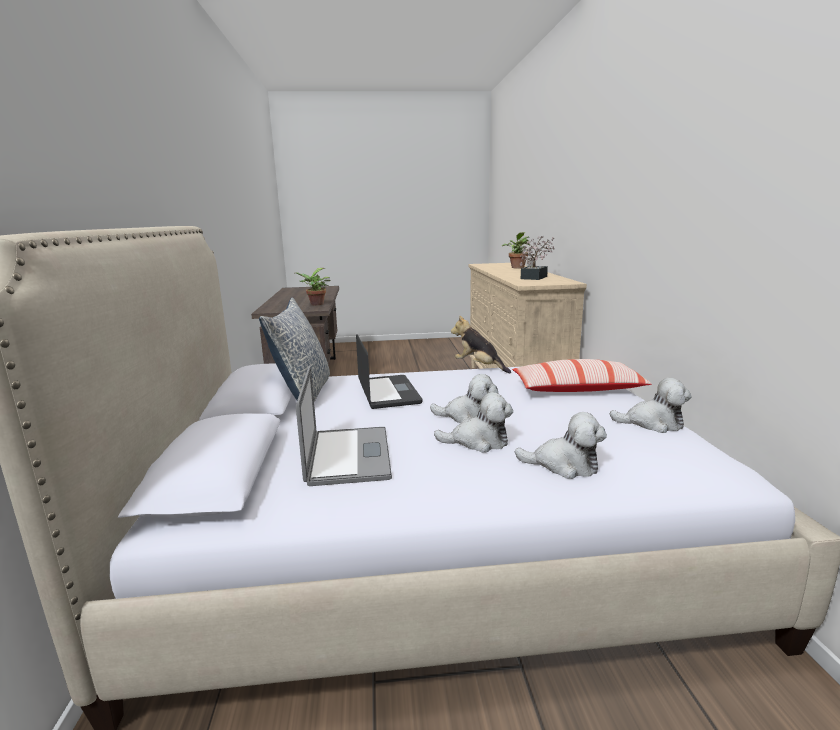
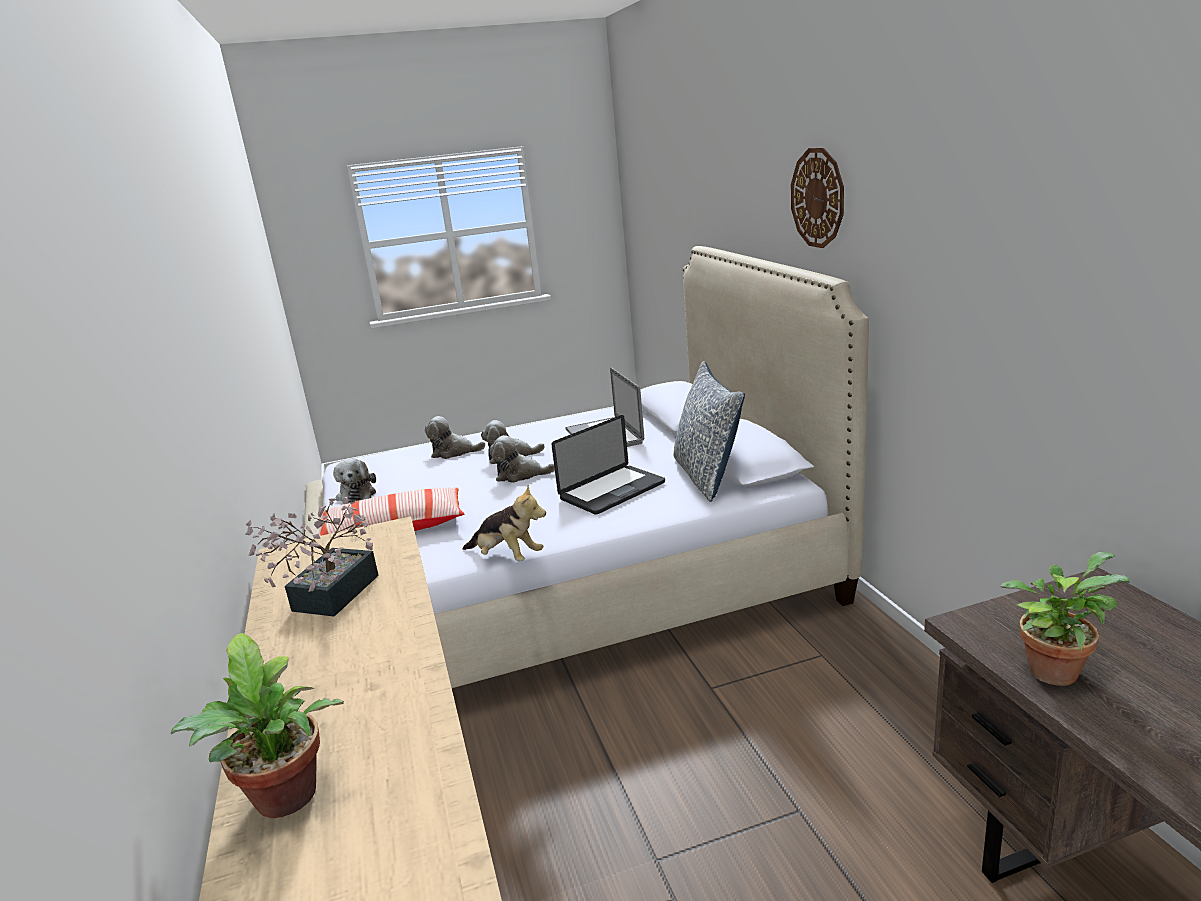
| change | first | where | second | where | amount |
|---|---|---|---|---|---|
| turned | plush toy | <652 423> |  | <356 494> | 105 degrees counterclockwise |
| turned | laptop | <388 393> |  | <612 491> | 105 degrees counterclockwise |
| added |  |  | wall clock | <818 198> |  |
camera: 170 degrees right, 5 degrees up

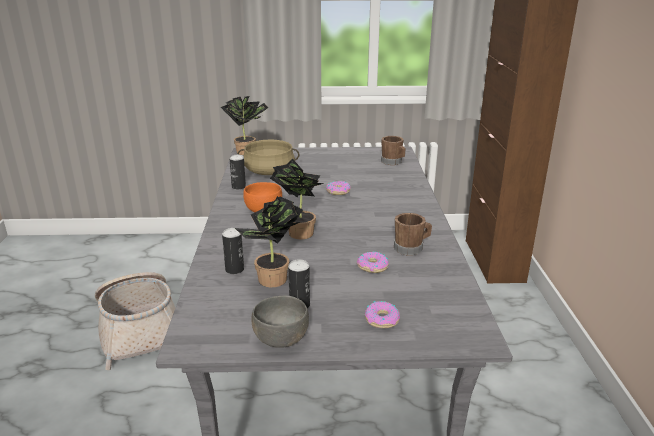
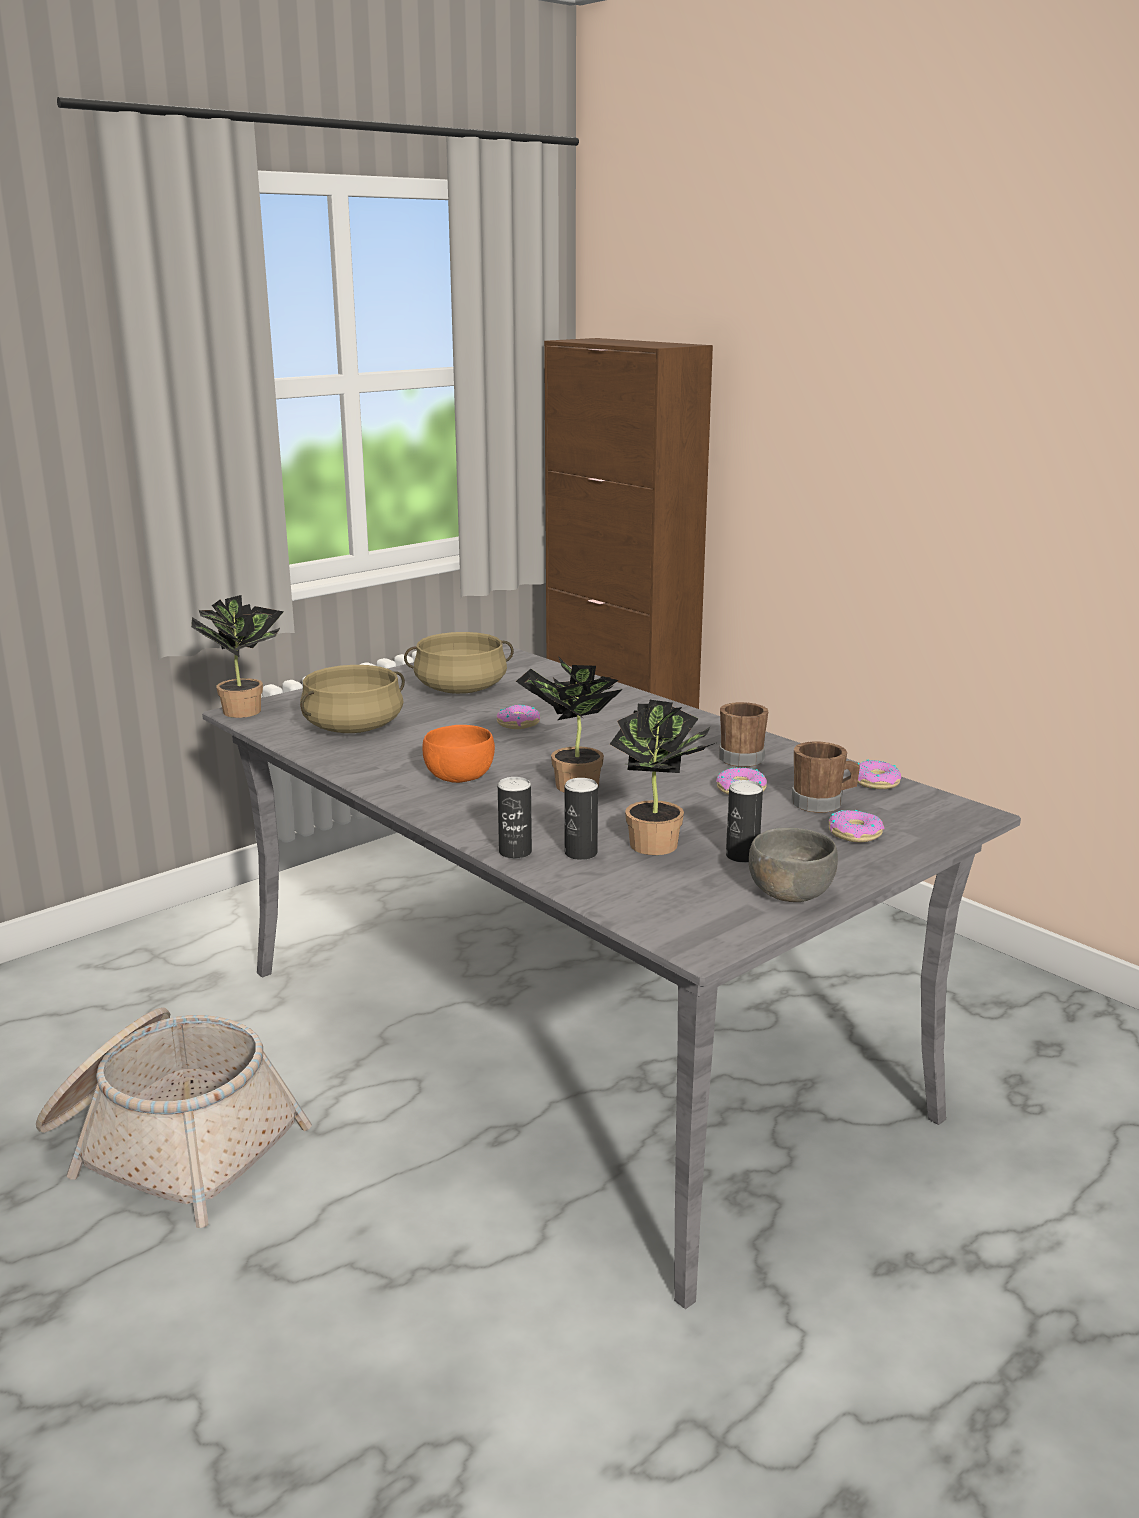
| change | first | where | second | where | amount |
|---|---|---|---|---|---|
| added |  |  | cooking pot (beige) | <461 689> |  |
| moved | can | <238 187> |  | <515 852> |  |
| moved | mug (brown) | <393 162> |  | <822 804> |  |
| added |  |  | donut | <876 782> |  |
camera: 40 degrees left, 5 degrees down

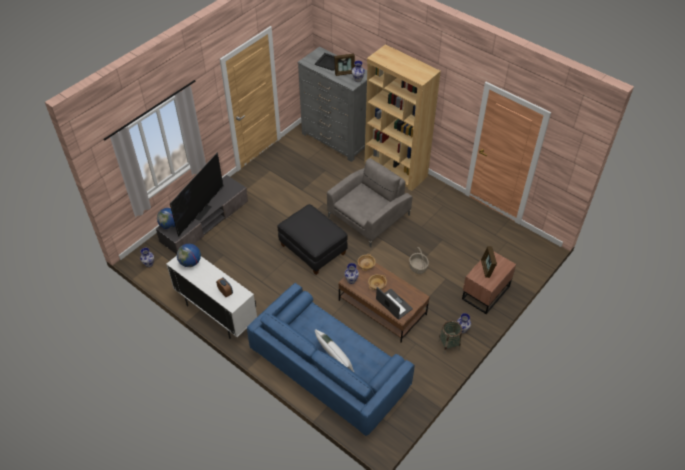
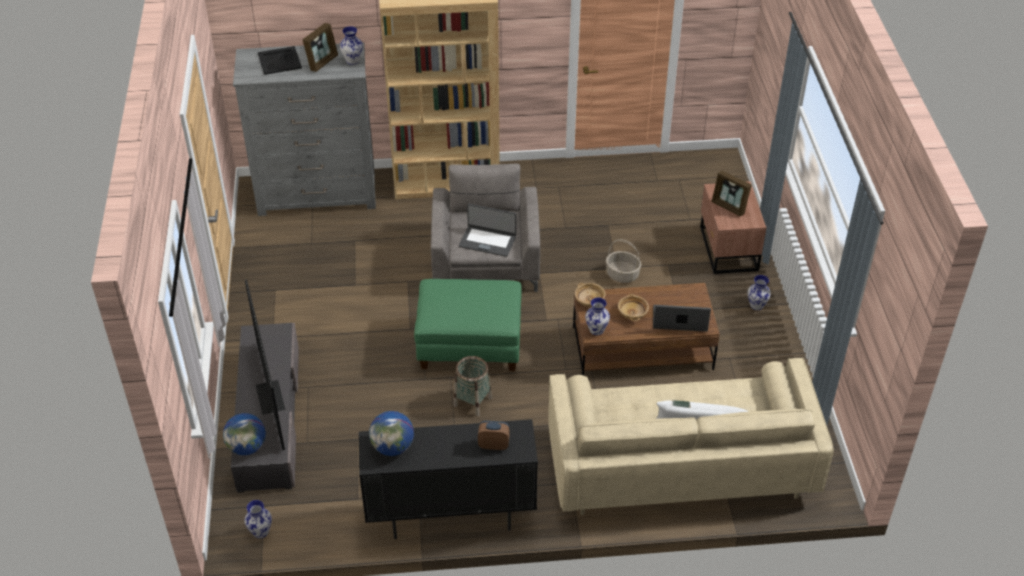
| change | first | where | second | where | amount |
|---|---|---|---|---|---|
| recoloured | cabinet (white) | <217 314> | cabinet (black) | <450 515> |  |
| recoloured | ottoman (black) | <312 250> | ottoman (green) | <469 345> |  |
| moved | basket | <449 345> |  | <473 401> |  |
| added |  |  | laptop | <487 241> |  |
| recoloured | sofa (blue) | <330 371> | sofa (beige) | <680 465> |  |
camera: 45 degrees left, 5 degrees down

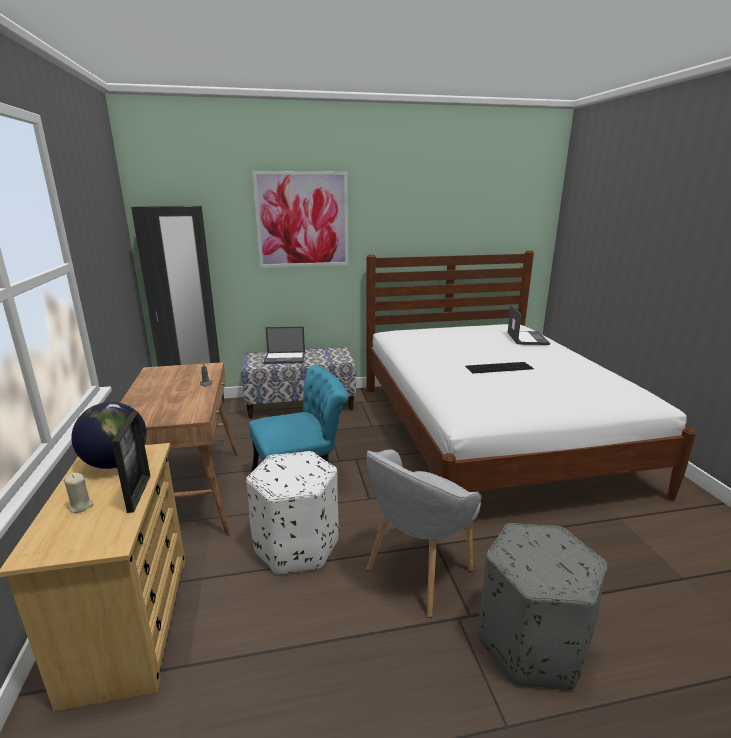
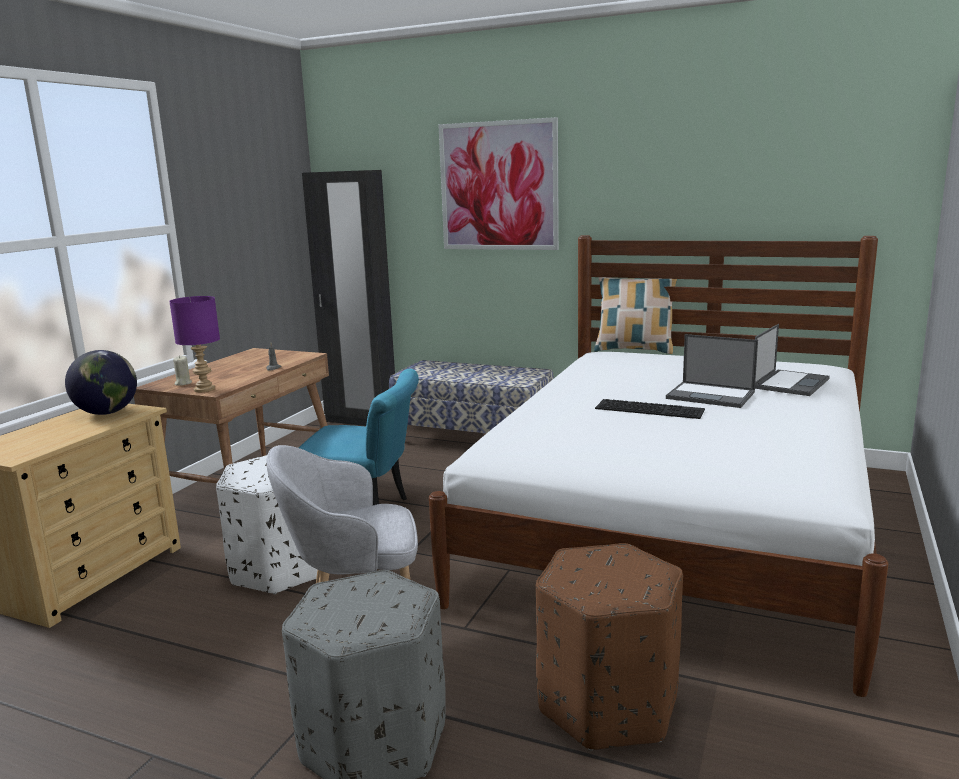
| change | first | where | second | where | amount |
|---|---|---|---|---|---|
| added |  |  | table lamp (purple) | <204 389> |  |
| moved | candle (beige) | <80 506> |  | <183 383> |  |
| added |  |  | ottoman (brown) | <609 704> |  |
| added |  |  | pillow | <634 350> |  |
| moved | laptop | <285 358> |  | <711 395> |  |
| removed | picture frame | <139 493> |  |  |  |
camera: 35 degrees right, 5 degrees down

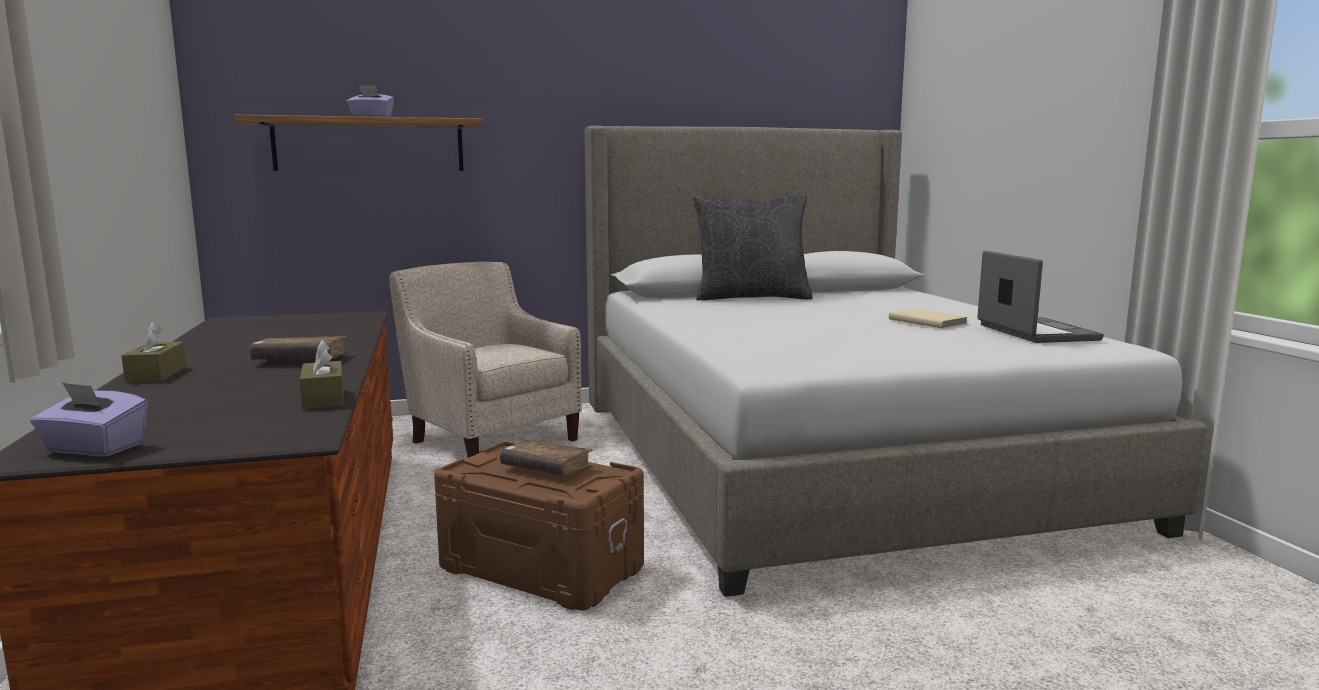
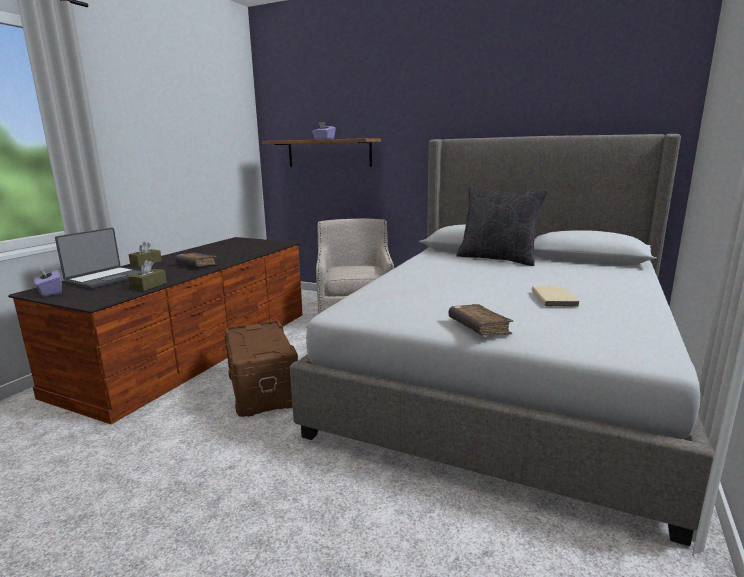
| change | first | where | second | where | amount |
|---|---|---|---|---|---|
| moved | laptop | <1034 332> |  | <105 279> |  |
| moved | book (brown) | <546 469> |  | <478 328> |  |
camera: 40 degrees right, 5 degrees up

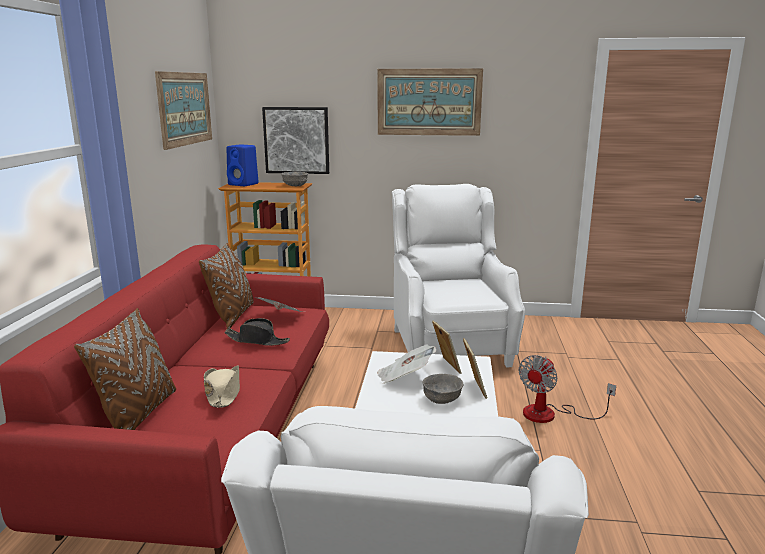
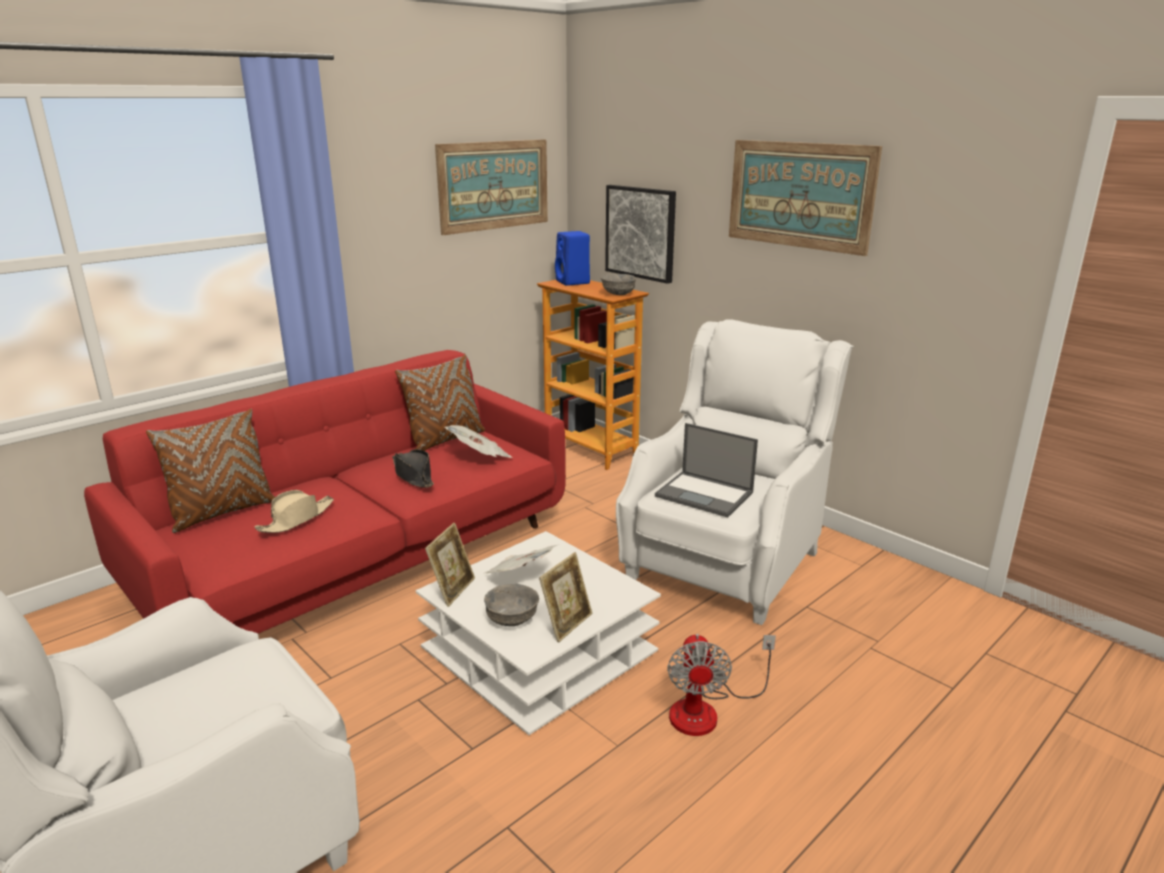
| change | first | where | second | where | amount |
|---|---|---|---|---|---|
| moved | picture frame | <445 366> |  | <453 590> |  |
| added |  |  | laptop | <705 494> |  |
| turned | fan | <550 414> |  | <706 710> | 75 degrees counterclockwise |
camera: 40 degrees right, 5 degrees up

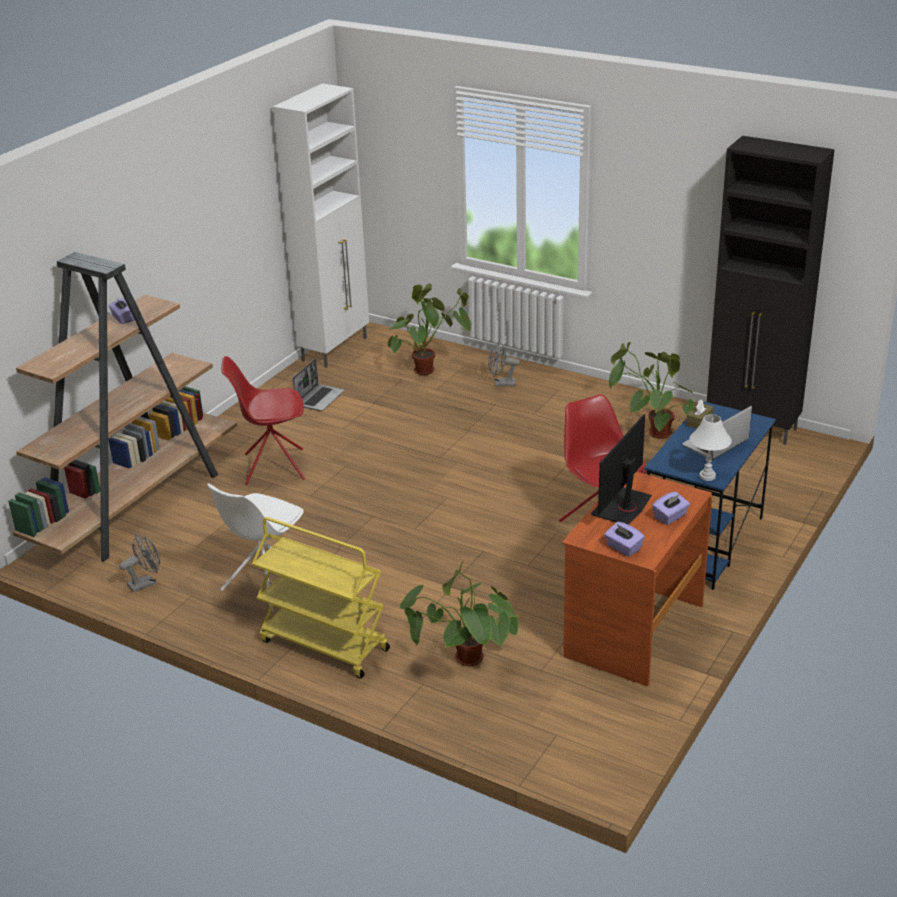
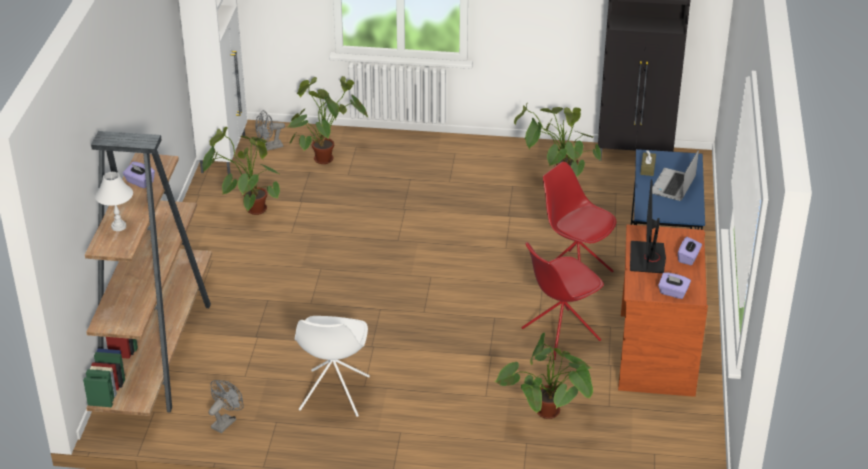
| change | first | where | second | where | amount |
|---|---|---|---|---|---|
| moved | table lamp (white) | <707 476> |  | <119 227> |  |
| replaced | laptop | <319 398> | potted plant | <247 207> |  |
| moved | fan (grey) | <501 384> |  | <269 147> |  |
| moved | chair (red) | <272 467> |  | <559 335> |  |
| removed | cart (yellow) | <323 645> |  |  |  |
camera: 25 degrees left, 5 degrees up

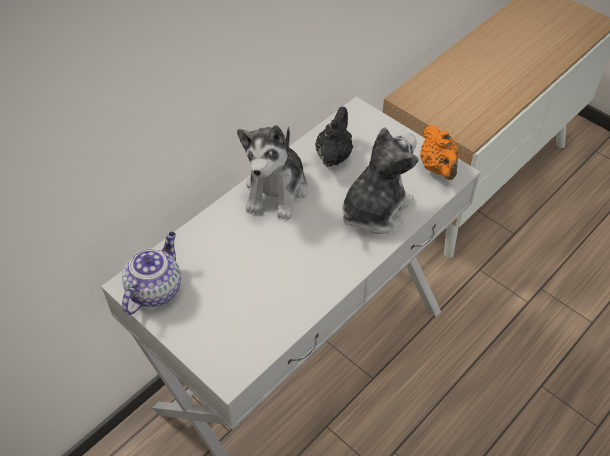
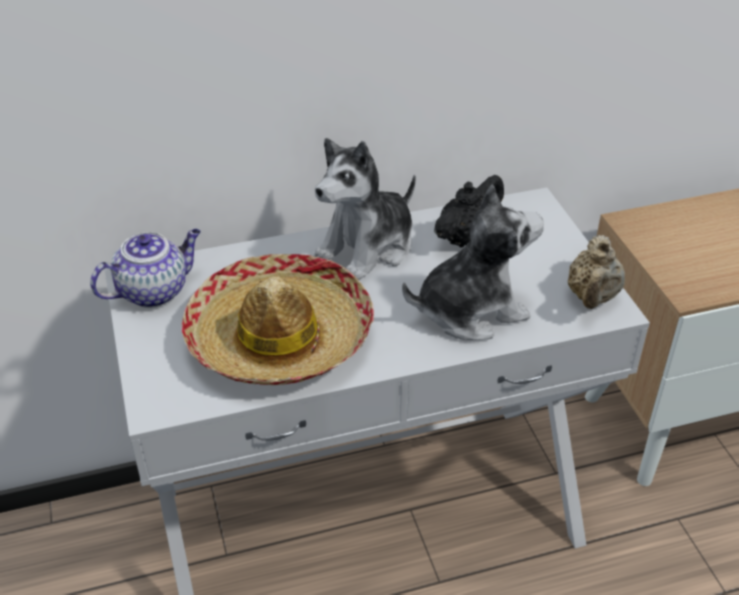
| change | first | where | second | where | amount |
|---|---|---|---|---|---|
| added |  |  | hat | <279 337> |  |
| recoloured | teapot (orange) | <438 168> | teapot (beige) | <592 297> |  |
camera: 30 degrees right, 10 degrees down

